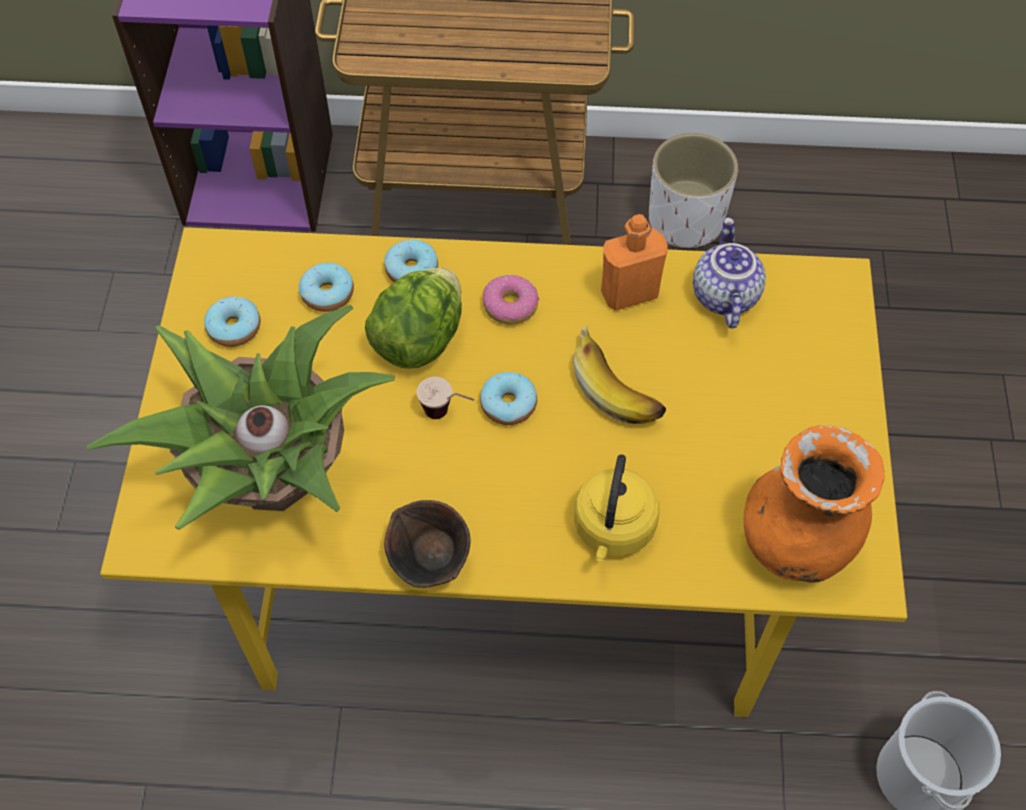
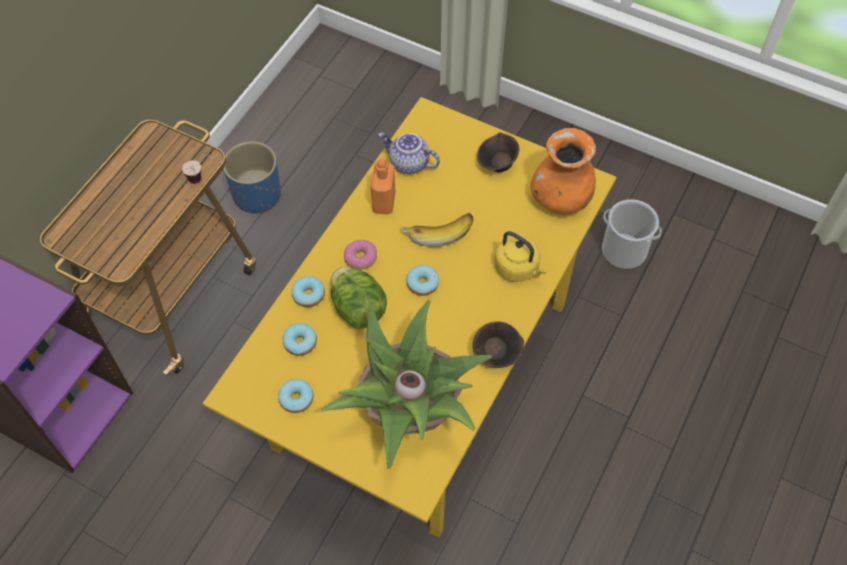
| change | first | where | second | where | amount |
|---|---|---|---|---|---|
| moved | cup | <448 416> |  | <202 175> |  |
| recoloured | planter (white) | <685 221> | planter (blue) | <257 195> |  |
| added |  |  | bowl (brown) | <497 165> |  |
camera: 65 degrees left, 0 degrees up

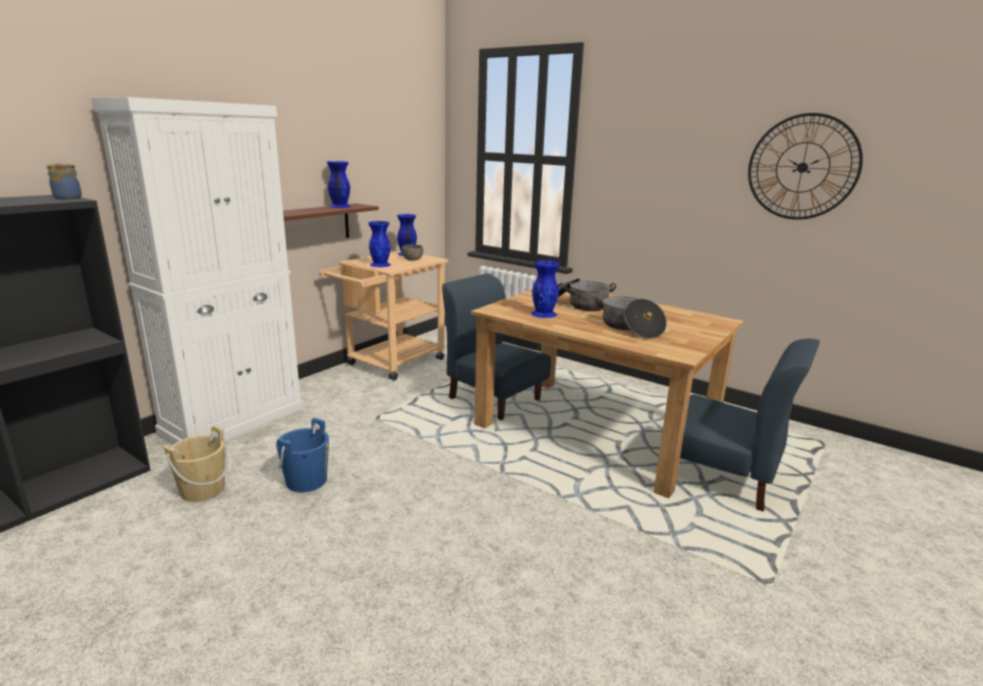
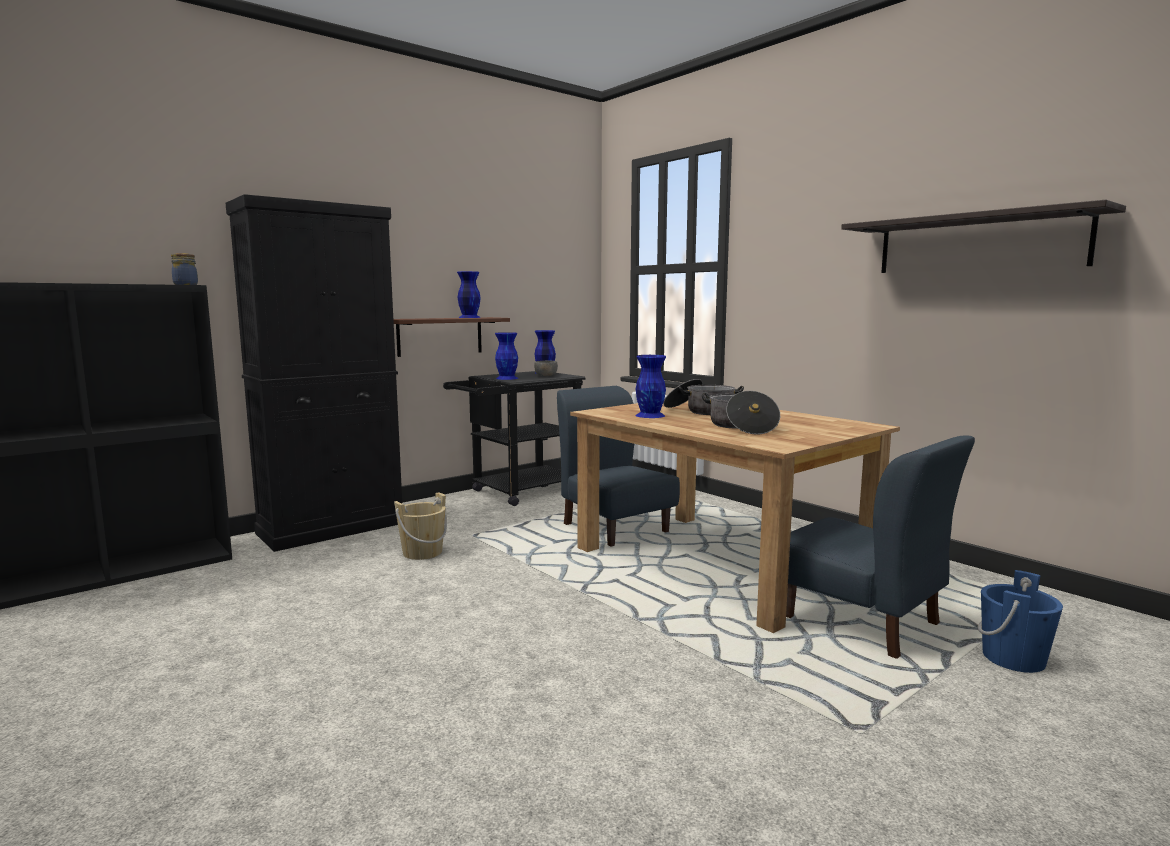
| change | first | where | second | where | amount |
|---|---|---|---|---|---|
| recoloured | cabinet (white) | <234 421> | cabinet (black) | <332 528> |  |
| moved | bucket (beige) | <202 490> |  | <422 552> |  |
| recoloured | cart (beige) | <390 364> | cart (black) | <518 492> |  |
| replaced | wall clock | <802 167> | shelf | <978 244> |  |
| moved | bucket (blue) | <306 481> |  | <1013 658> |  |
camera: 15 degrees right, 10 degrees down

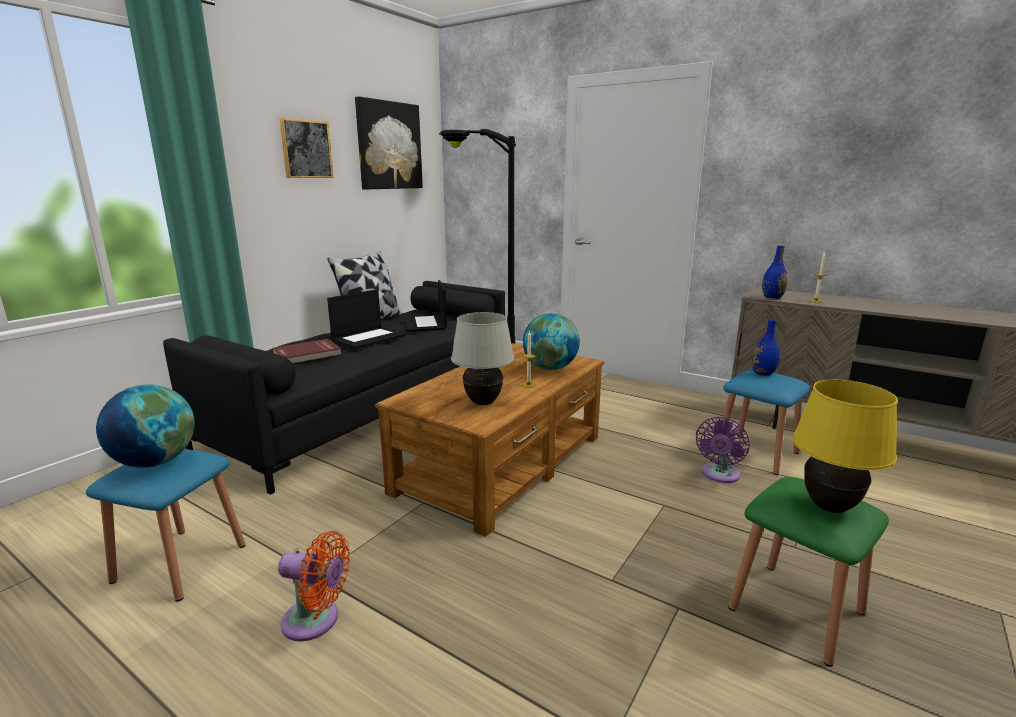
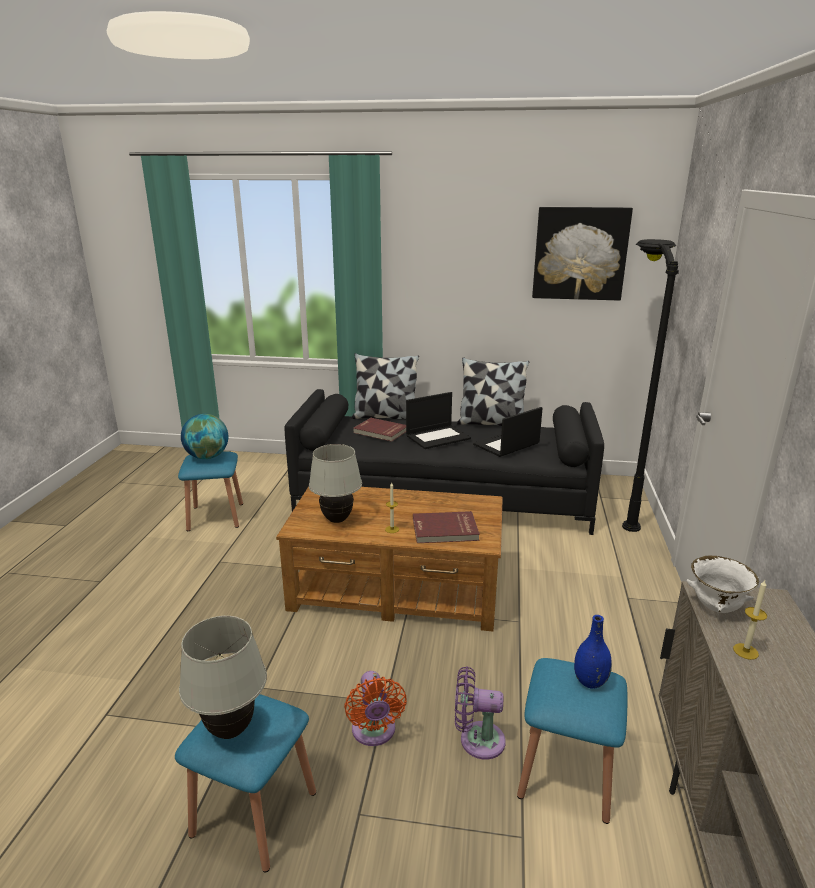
| change | first | where | second | where | amount |
|---|---|---|---|---|---|
| recoloured | stool (green) | <796 610> | stool (blue) | <254 813> |  |
| recoloured | table lamp (yellow) | <830 507> | table lamp (white) | <230 730> |  |
| moved | fan (orange) | <316 621> |  | <374 732> |  |
| added |  |  | pillow | <385 416> |  |
| turned | laptop | <369 337> |  | <438 437> | 45 degrees counterclockwise |
| replaced | globe | <550 368> | book (red) | <445 530> |  |
| replaced | vase (blue) | <772 297> | bowl (white) | <715 607> |  |
| removed | picture | <306 149> |  |  |  |
camera: 65 degrees right, 5 degrees up

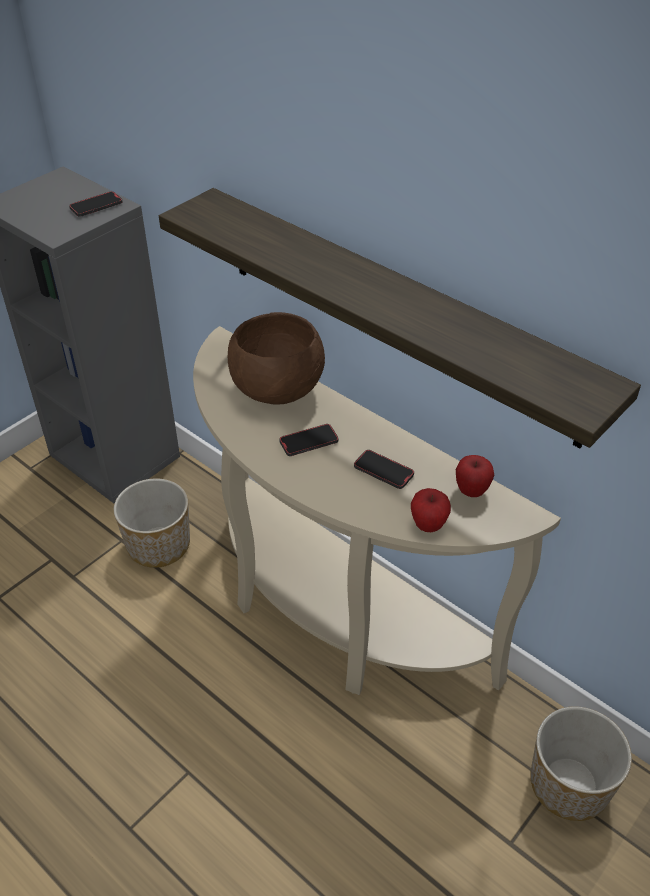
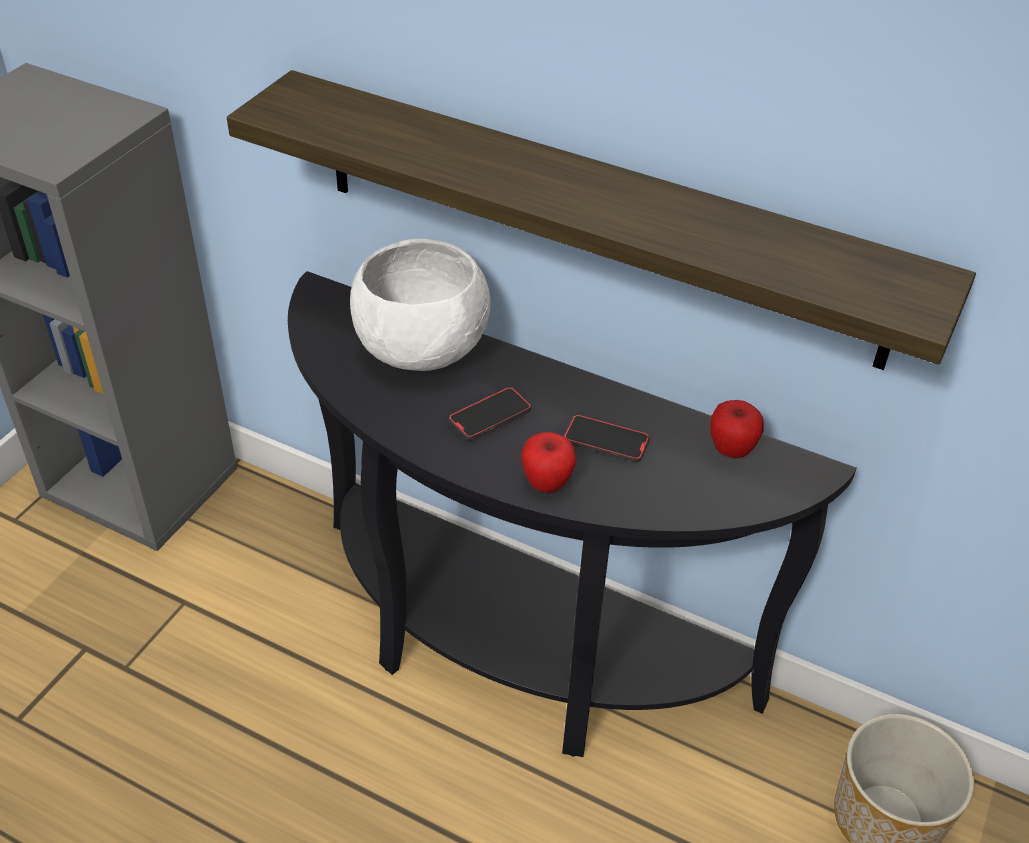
| change | first | where | second | where | amount |
|---|---|---|---|---|---|
| recoloured | console table (beige) | <330 612> | console table (black) | <512 651> |  |
| recoloured | bowl (brown) | <278 390> | bowl (white) | <422 350> |  |
| moved | apple | <428 525> |  | <546 483> |  |
| removed | phone | <96 206> |  |  |  |
| removed | planter | <158 545> |  |  |  |
camera: 15 degrees left, 0 degrees up

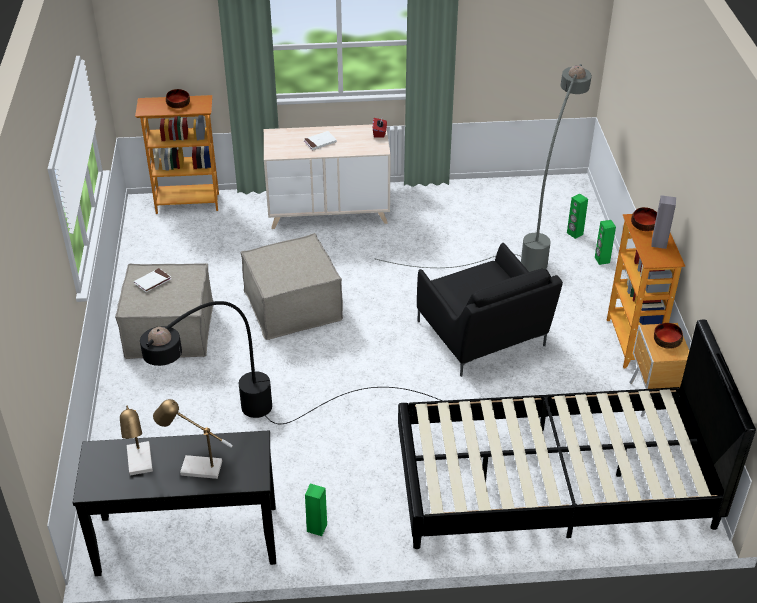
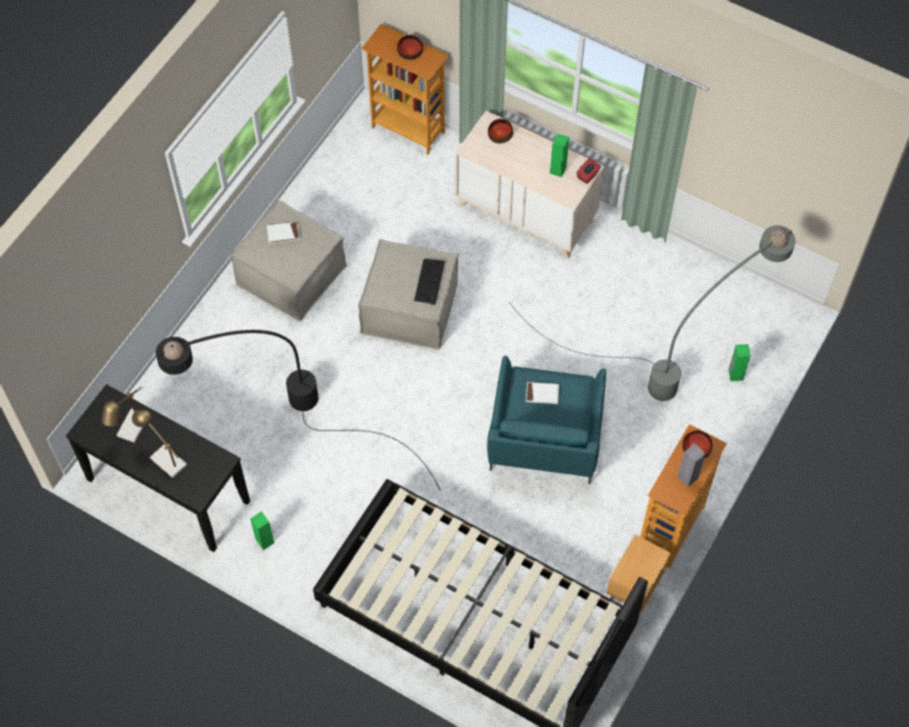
| change | first | where | second | where | amount |
|---|---|---|---|---|---|
| added |  |  | keyboard | <429 281> |  |
| recoloured | armchair (black) | <483 337> | armchair (turquoise) | <544 441> |  |
| moved | bowl | <666 340> |  | <500 134> |  |
| moved | book (white) | <320 142> |  | <542 394> |  |
| moved | speaker (green) | <601 260> |  | <557 170> |  |
camera: 35 degrees right, 20 degrees up

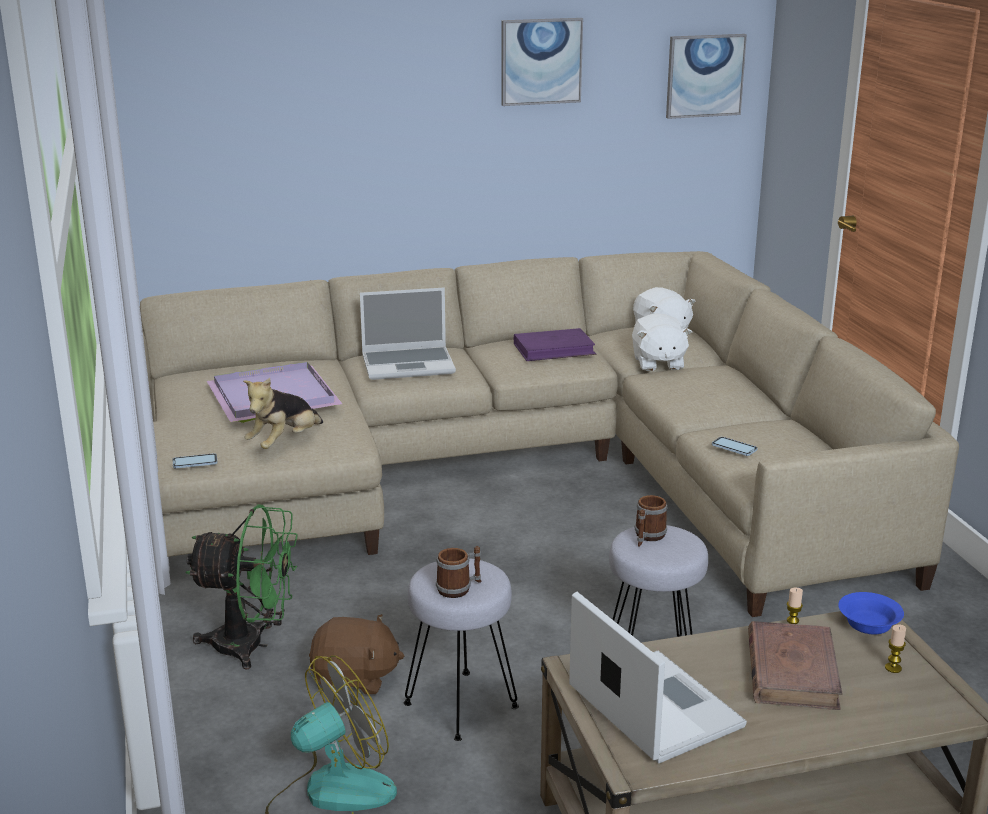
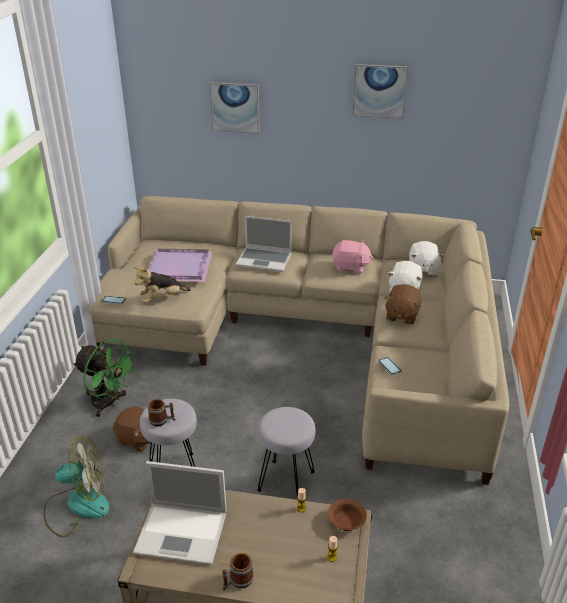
| change | first | where | second | where | amount |
|---|---|---|---|---|---|
| turned | laptop | <652 706> |  | <183 533> | 105 degrees clockwise |
| moved | picture | <704 75> |  | <235 107> |  |
| moved | mug | <647 537> |  | <237 581> |  |
| recoloured | bowl (blue) | <869 623> | bowl (brown) | <347 521> |  |
| replaced | book (purple) | <554 349> | plush toy (pink) | <350 267> |  |
| added |  |  | plush toy (brown) | <401 315> |  |
| removed | book (brown) | <792 671> |  |  |  |
camera: 25 degrees right, 10 degrees up

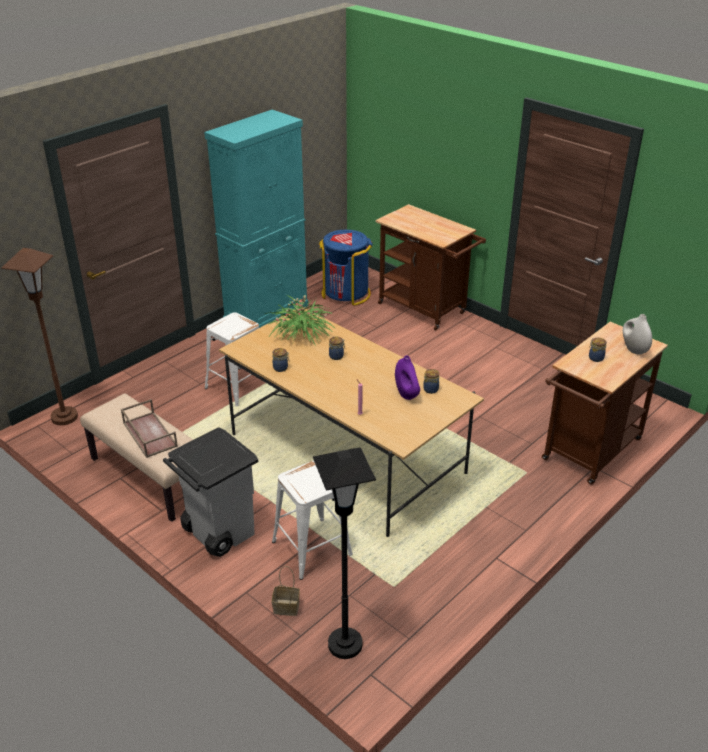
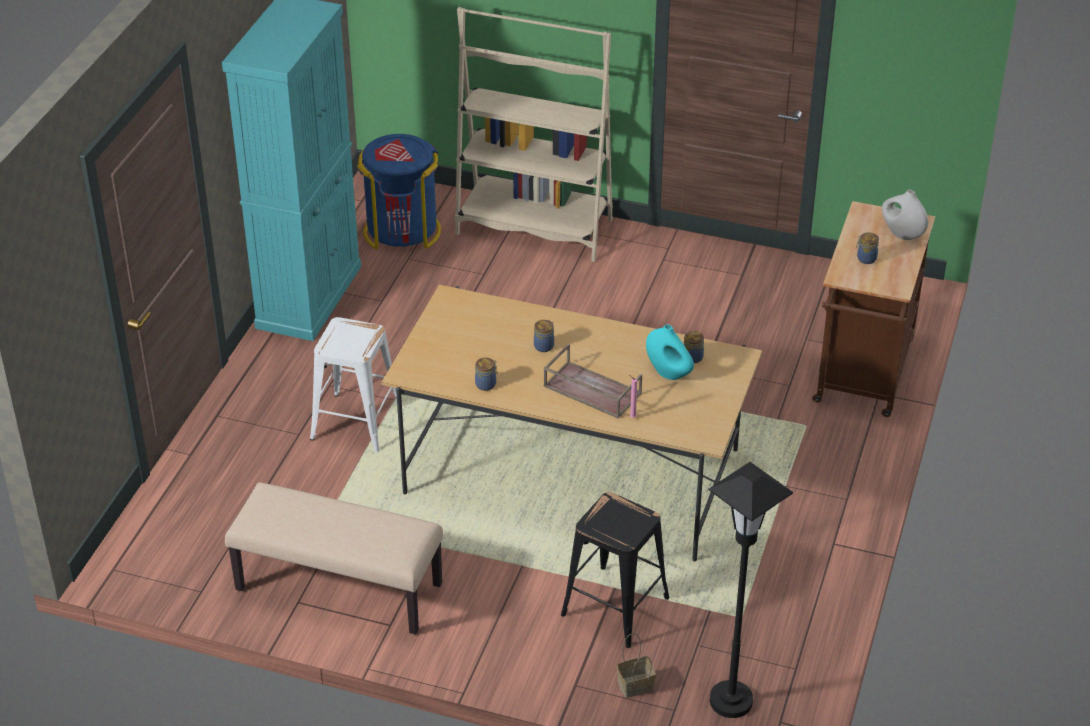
| change | first | where | second | where | amount |
|---|---|---|---|---|---|
| replaced | cart (brown) | <426 310> | bookcase (beige) | <534 227> |  |
| moved | tray (brown) | <149 434> |  | <591 390> |  |
| recoloured | stool (white) | <311 548> | stool (black) | <614 607> |  |
| recoloured | vase (purple) | <407 394> | vase (turquoise) | <668 373> |  |
| removed | floor lamp (brown) | <64 417> |  |  |  |
| removed | trash can (grey) | <218 532> |  |  |  |
| removed | potted plant | <302 334> |  |  |  |
camera: 25 degrees left, 5 degrees up

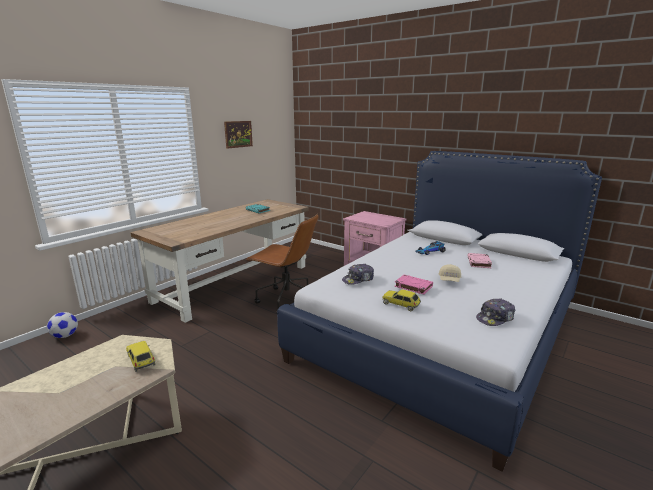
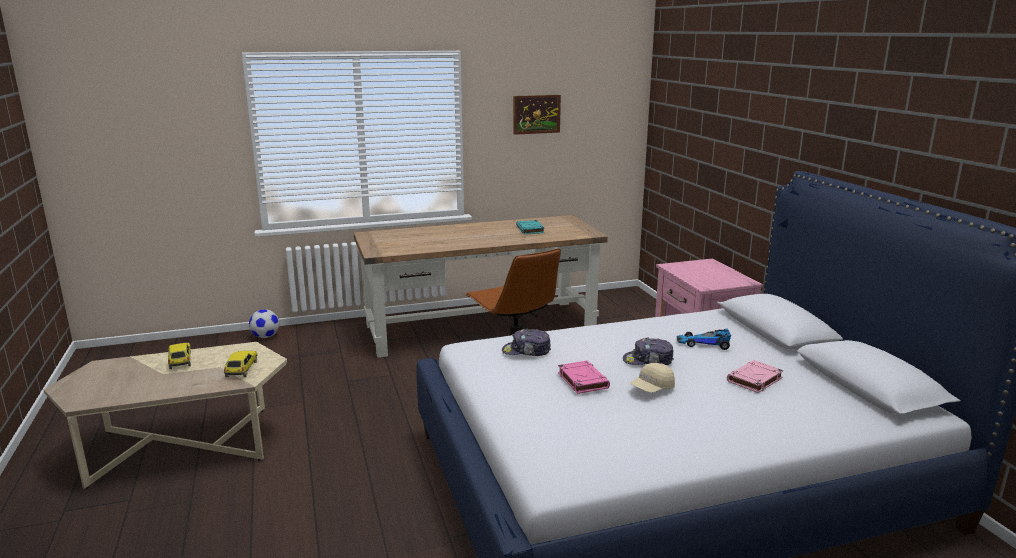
| change | first | where | second | where | amount |
|---|---|---|---|---|---|
| moved | toy car | <401 304> |  | <180 361> |  |
| moved | cap | <495 318> |  | <648 361> |  |
camera: 35 degrees right, 0 degrees up

